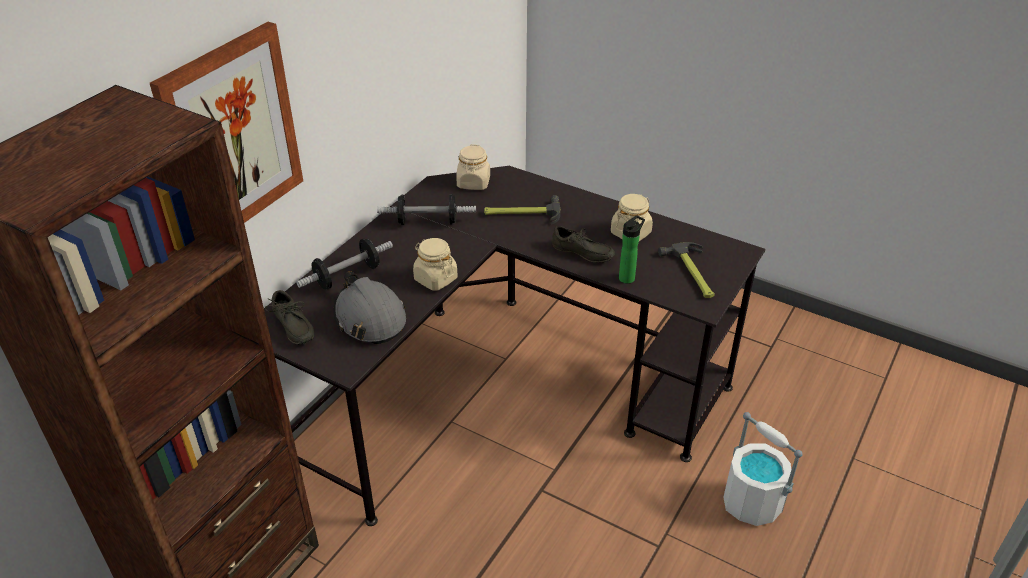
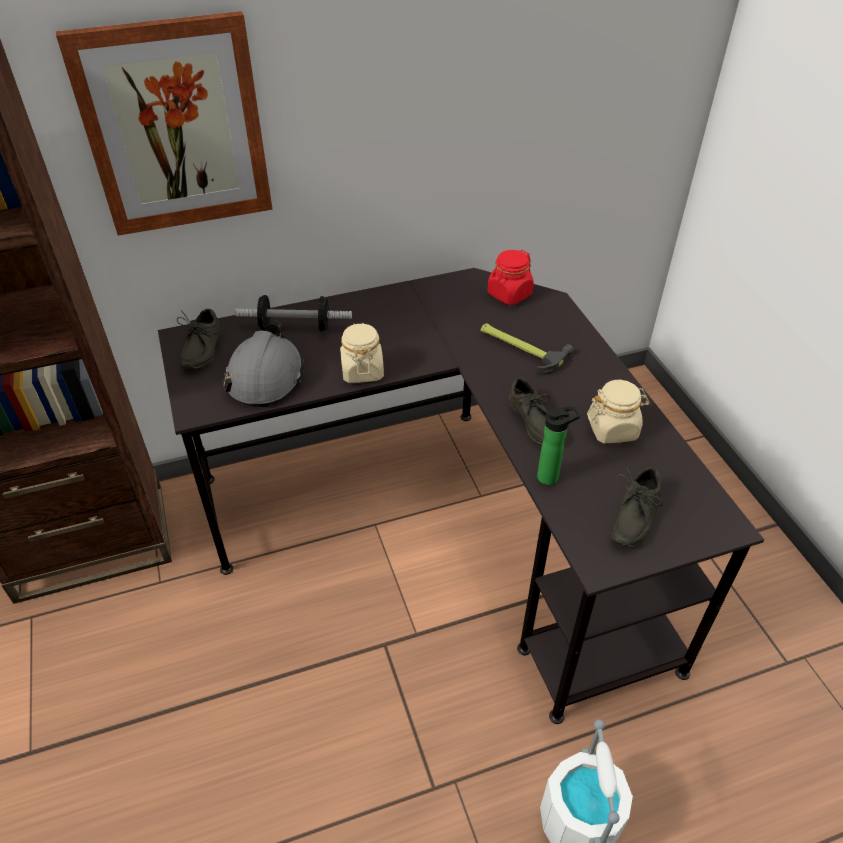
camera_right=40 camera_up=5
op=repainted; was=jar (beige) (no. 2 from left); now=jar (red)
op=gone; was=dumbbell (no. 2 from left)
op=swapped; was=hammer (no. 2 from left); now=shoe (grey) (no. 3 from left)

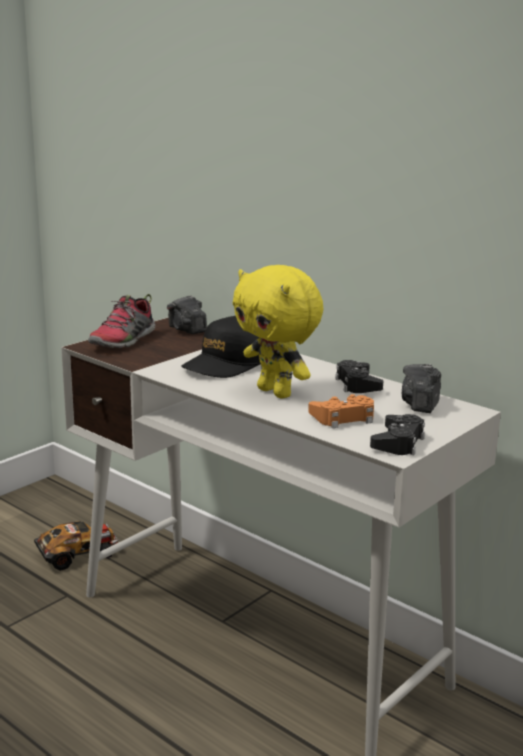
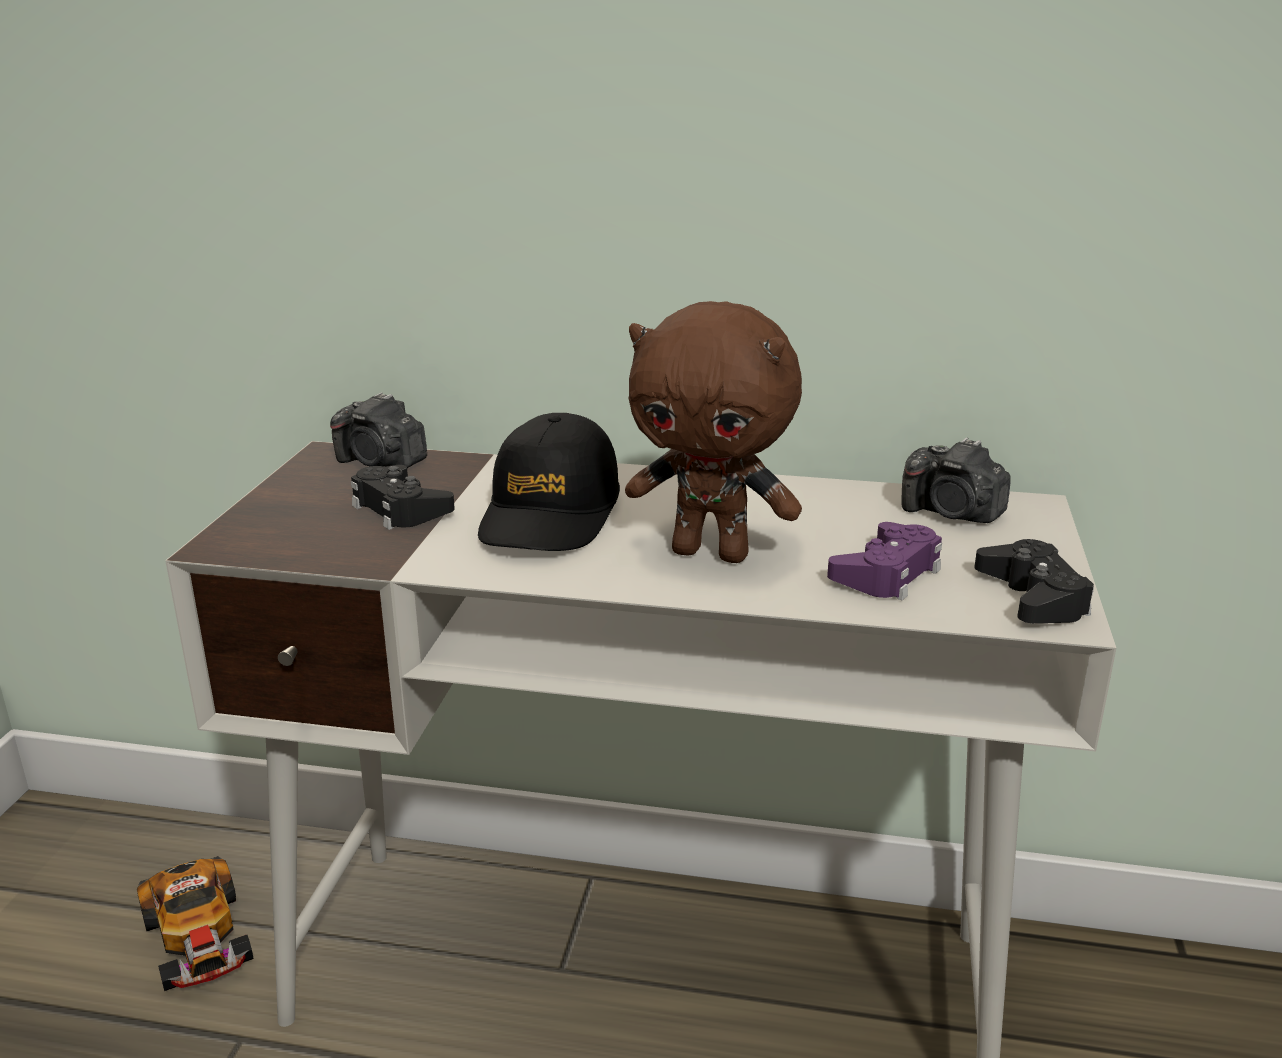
camera_right=-30 camera_up=5
op=repainted; was=plush toy (yellow); now=plush toy (brown)
op=gone; was=shoe
op=shifted; was=game controller (black) (no. 1 from left)
op=rotated; was=photo camera (no. 2 from left); clockwise=-45
op=repainted; was=game controller (orange); now=game controller (purple)
op=rotated; was=toy car; clockwise=120

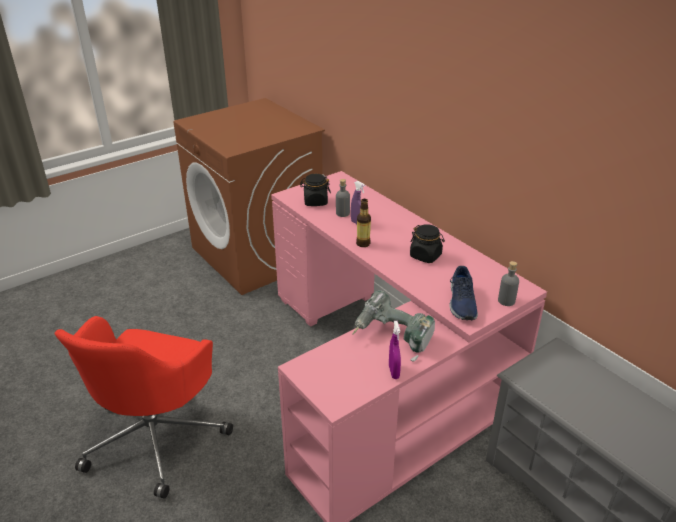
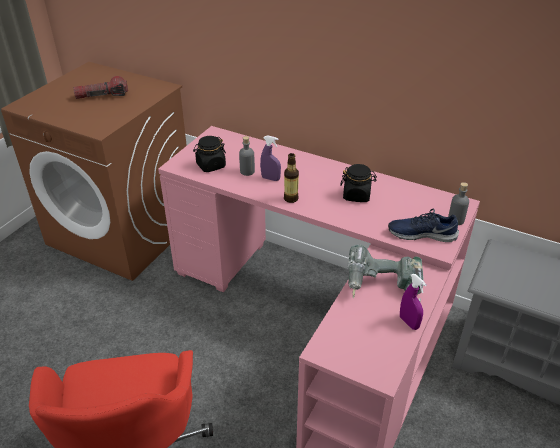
camera_right=-25 camera_up=5
op=rotated; was=shoe (blue); clockwise=120
op=new; now=flashlight

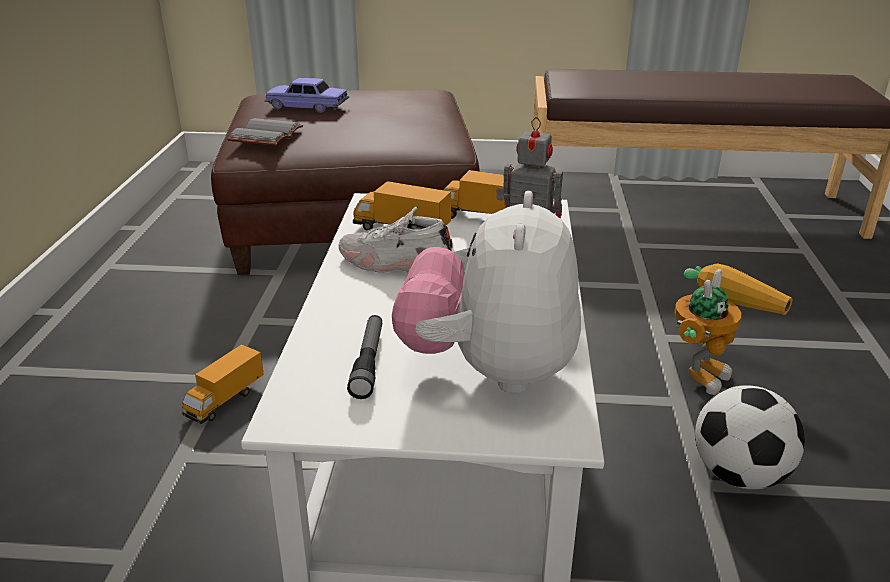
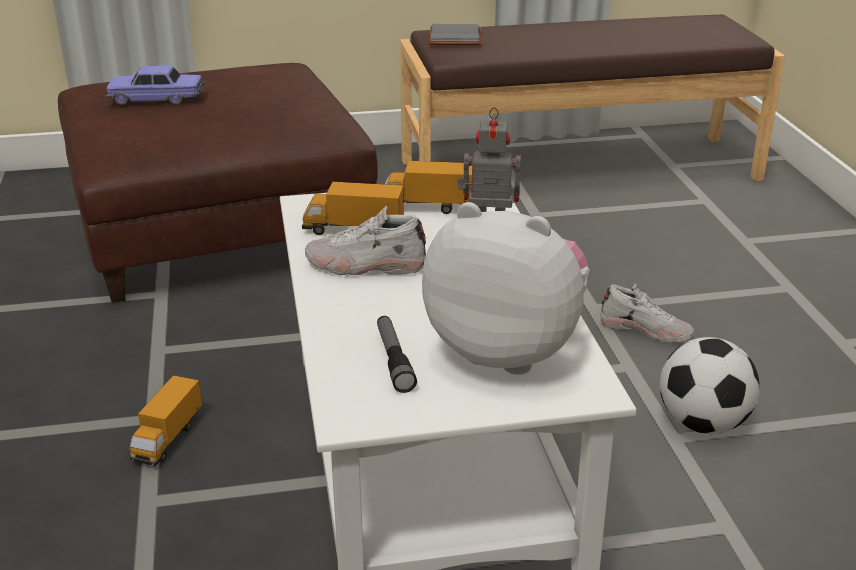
camera_right=-15 camera_up=0
op=shifted; was=book (grey)
op=rotated; was=plush toy; clockwise=120
op=swapped; was=toy robot (no. 2 from left); now=shoe (white) (no. 2 from left)

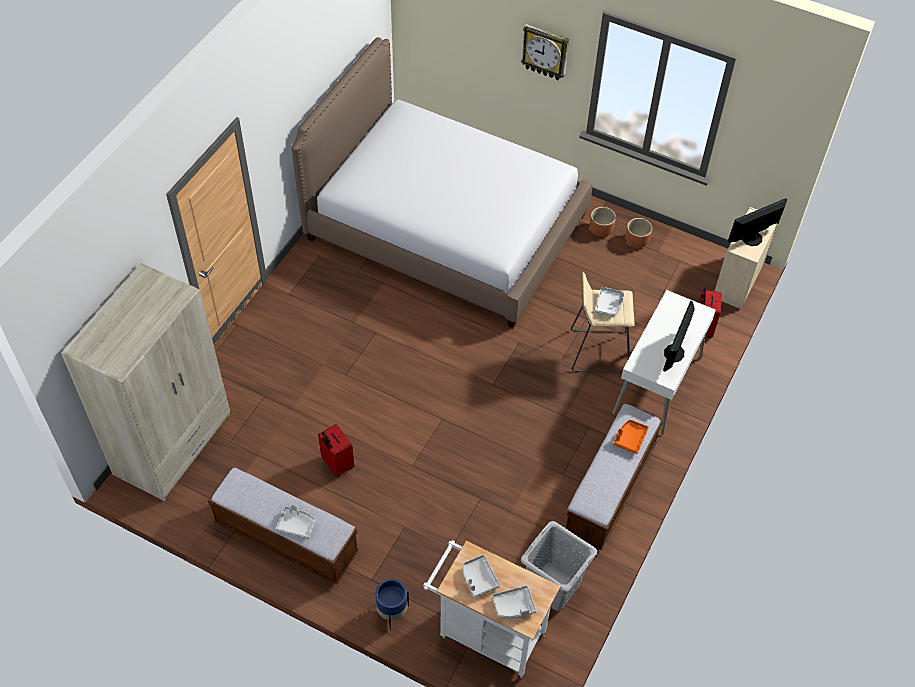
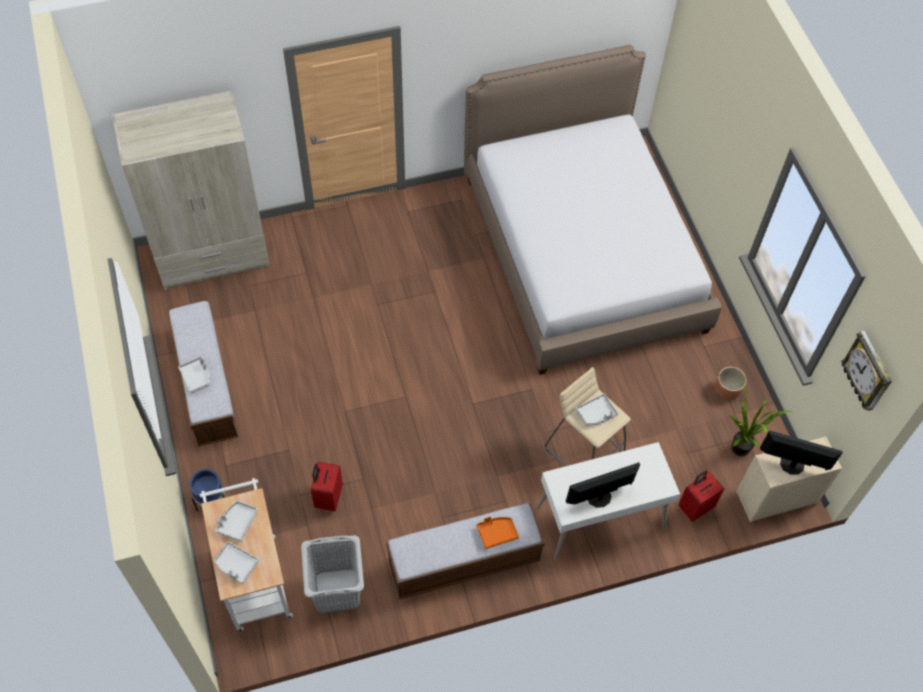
camera_right=45 camera_up=5
op=shifted; was=wall clock
op=gone; was=planter (brown) (no. 1 from left)
op=shifted; was=suitcase (red) (no. 1 from left)
op=new; now=potted plant

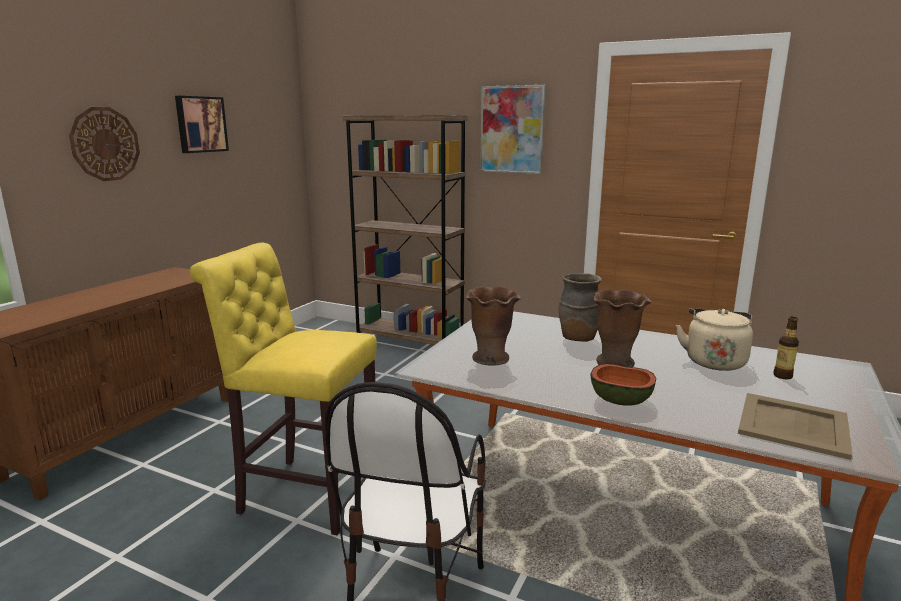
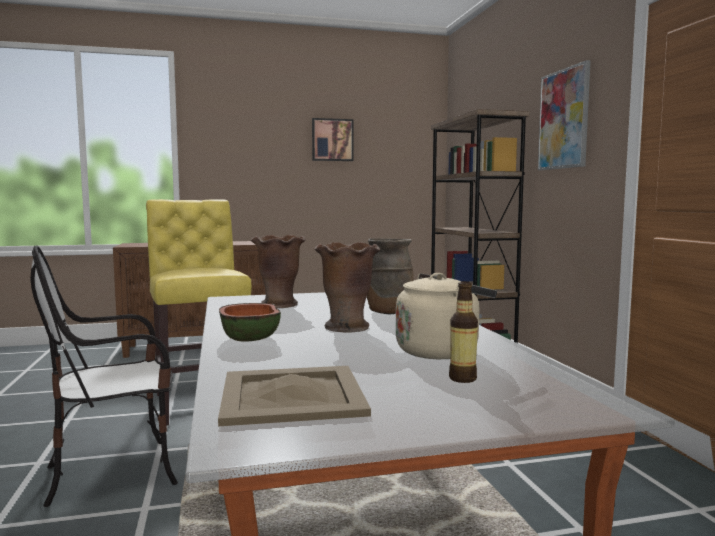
camera_right=50 camera_up=-10
op=gone; was=wall clock

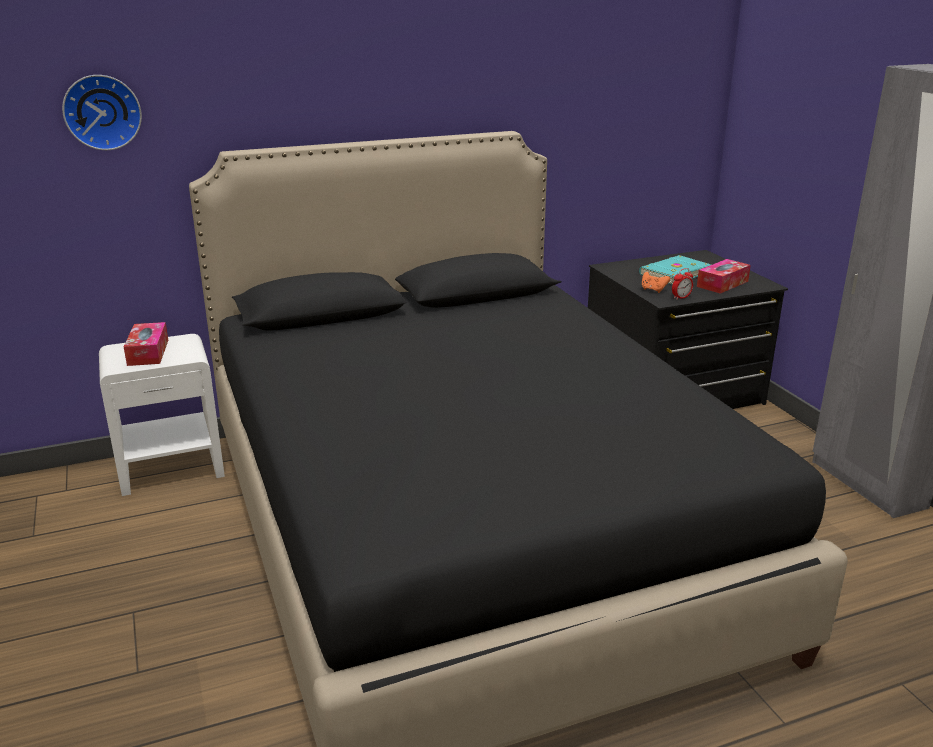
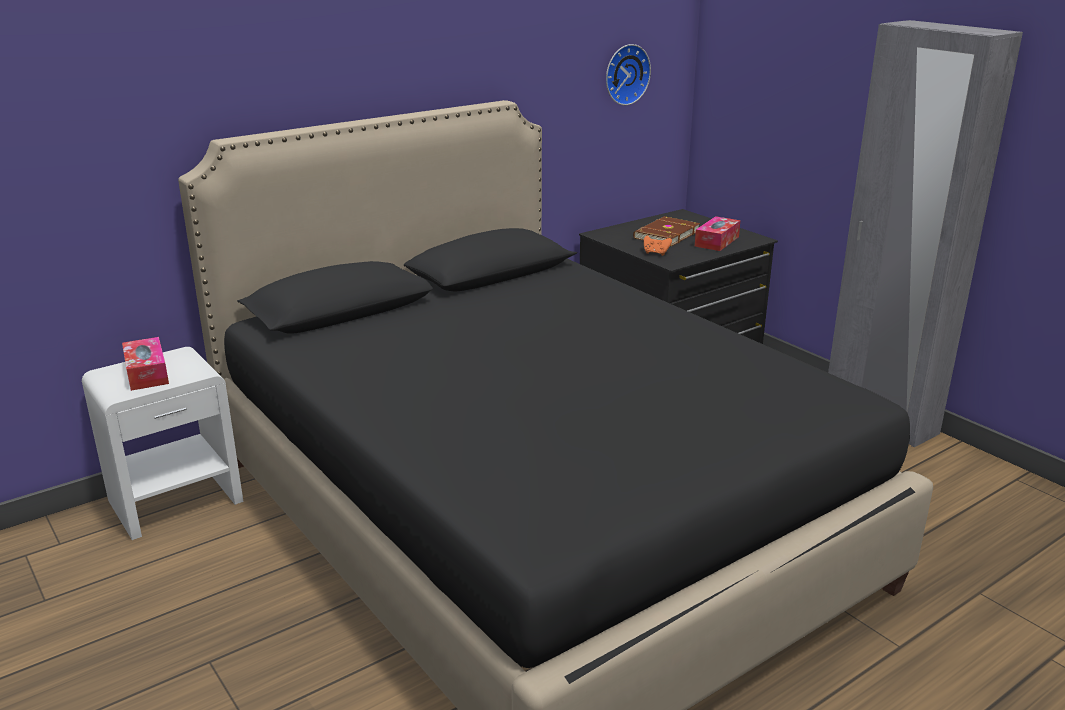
camera_right=-15 camera_up=0
op=shifted; was=wall clock
op=repainted; was=book (turquoise); now=book (brown)
op=gone; was=alarm clock

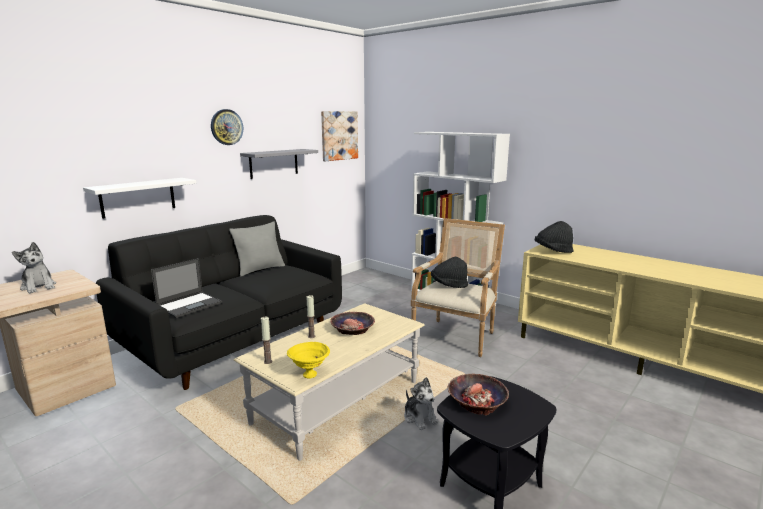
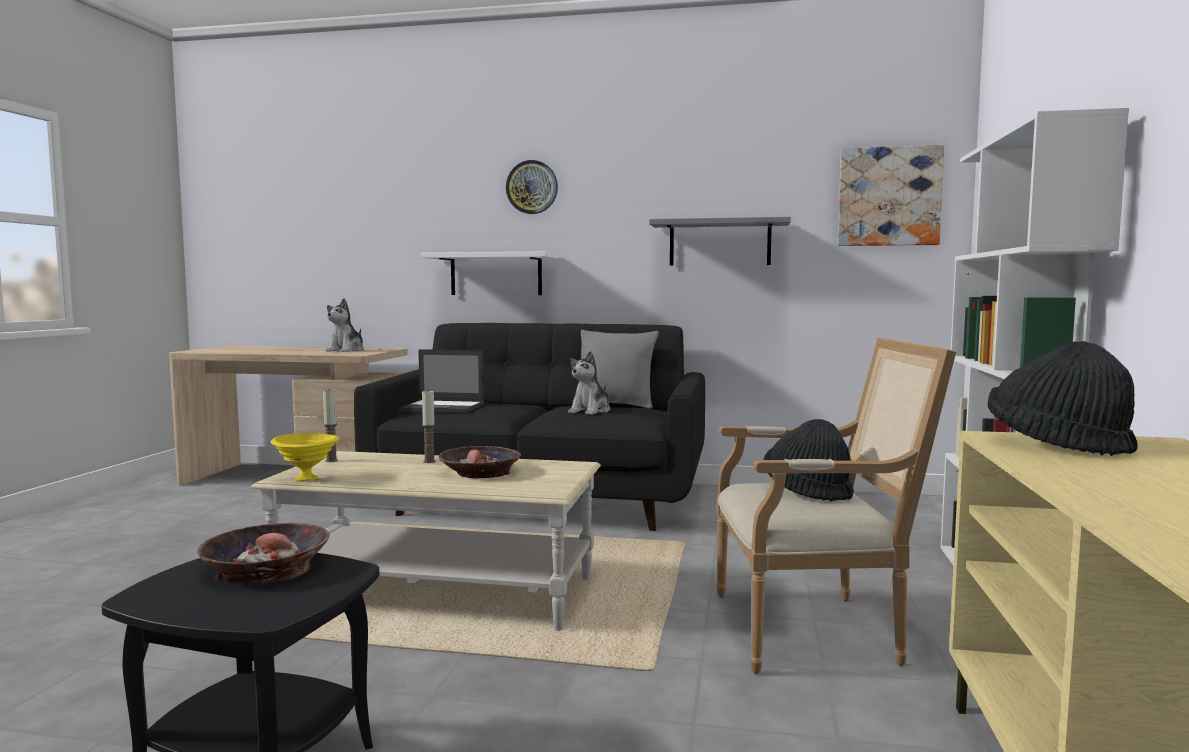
camera_right=60 camera_up=-10
op=shifted; was=wall clock
op=shifted; was=plush toy (no. 2 from left)

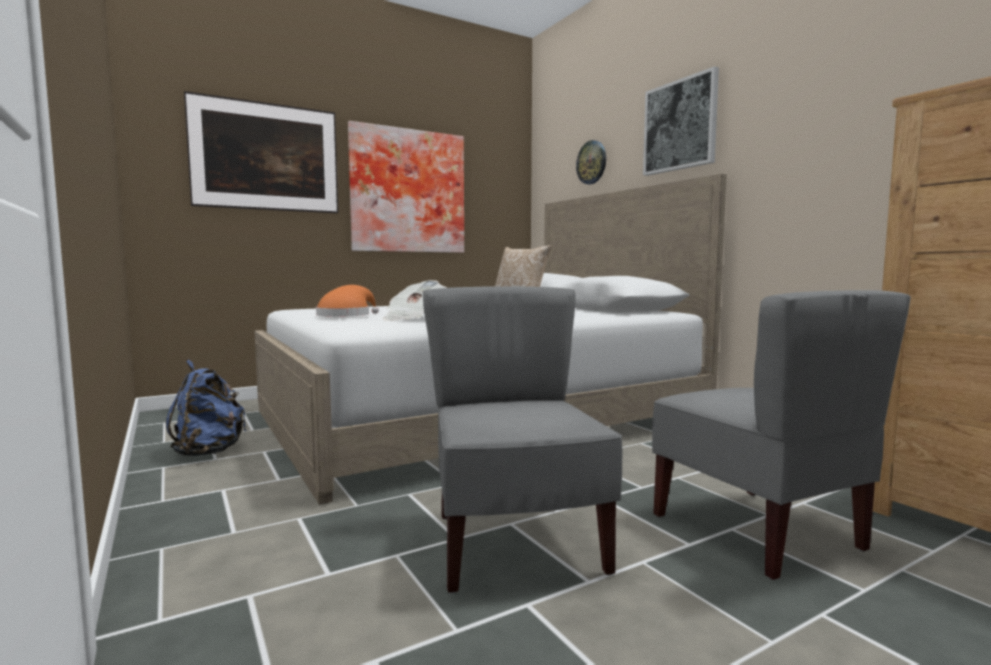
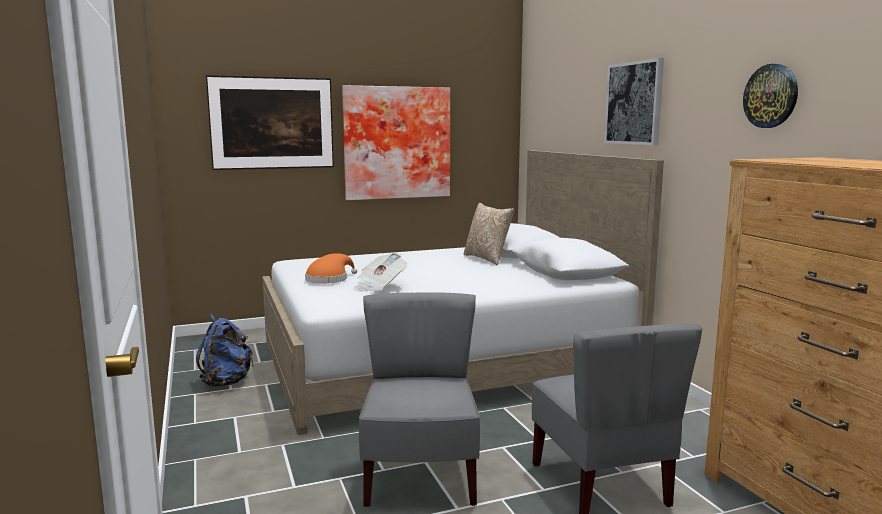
camera_right=10 camera_up=5
op=shifted; was=wall clock

